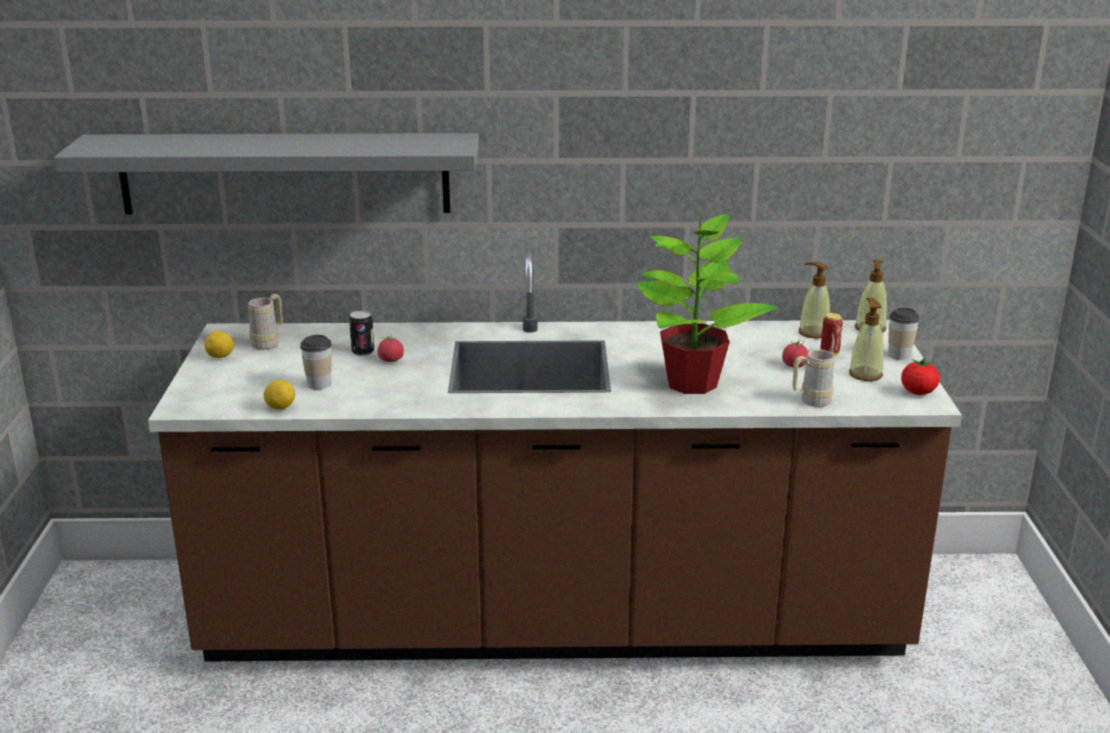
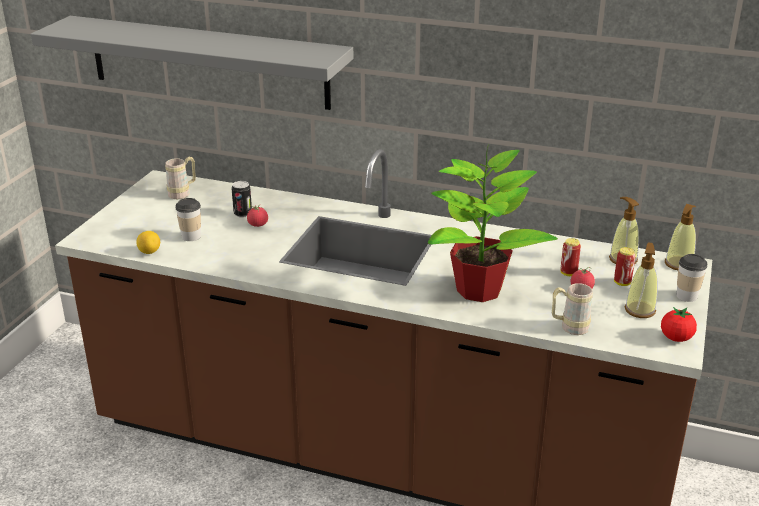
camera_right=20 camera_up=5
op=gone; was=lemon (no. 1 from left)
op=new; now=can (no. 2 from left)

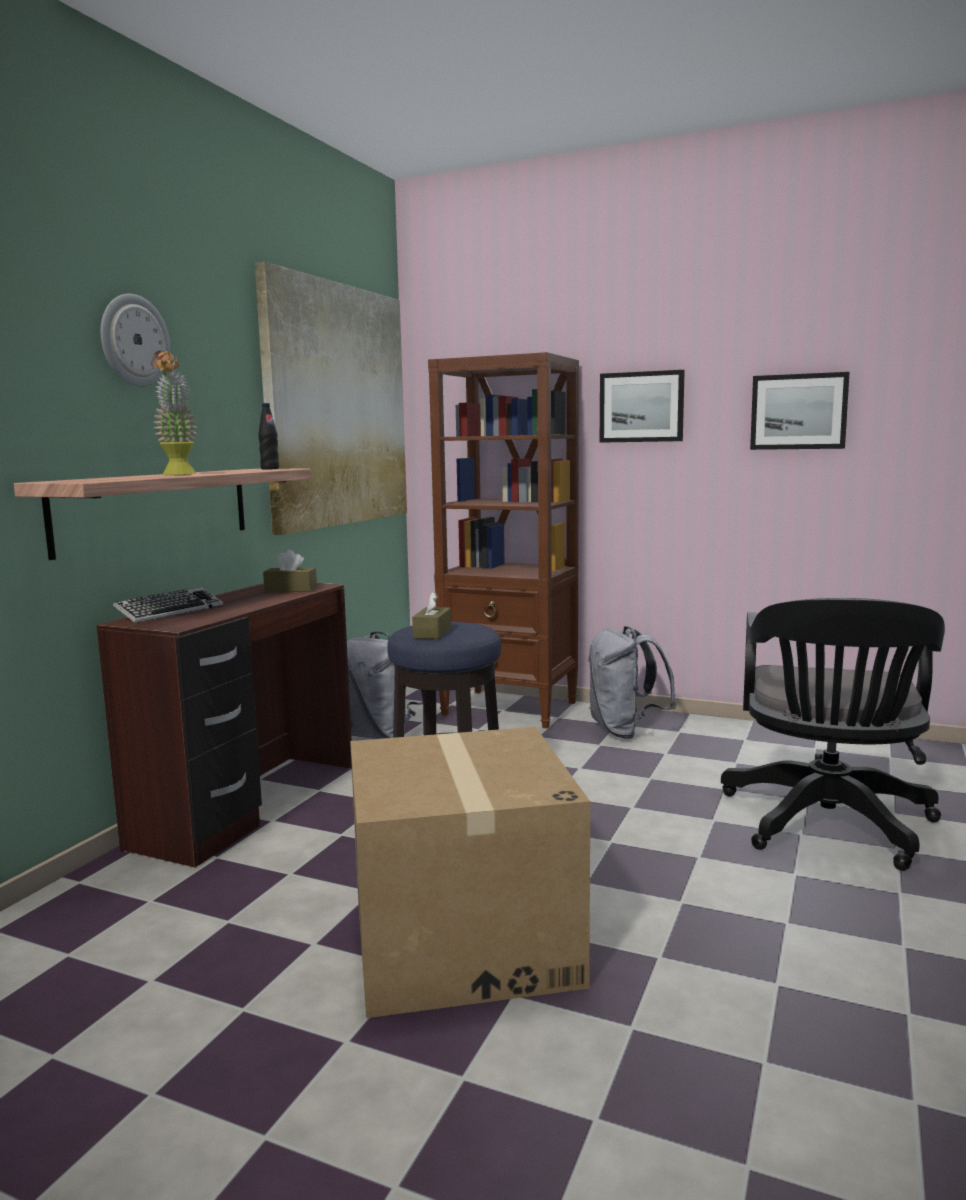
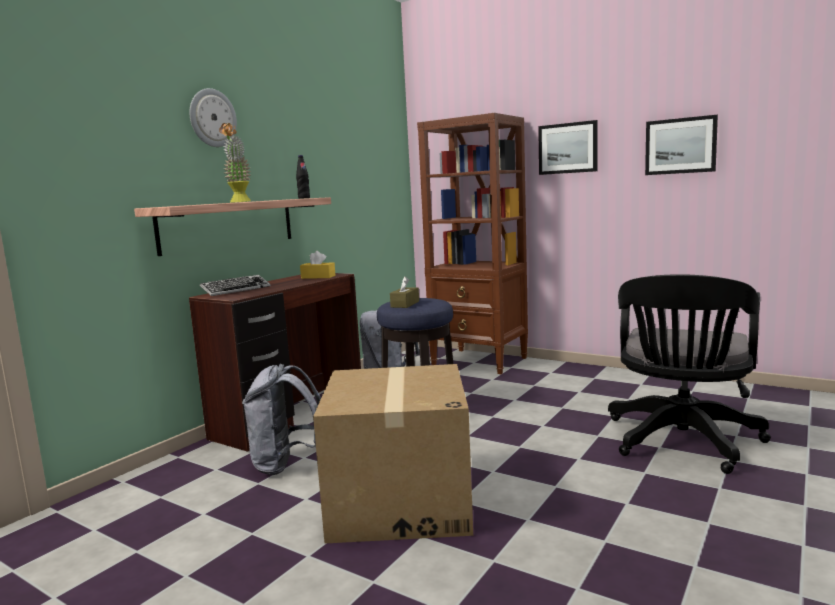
camera_right=10 camera_up=0
op=gone; was=picture (no. 1 from left)
op=repainted; was=tissue box (brown) (no. 1 from left); now=tissue box (yellow)
op=shifted; was=backpack (grey) (no. 2 from left in the first image); now=backpack (grey) (no. 1 from left)

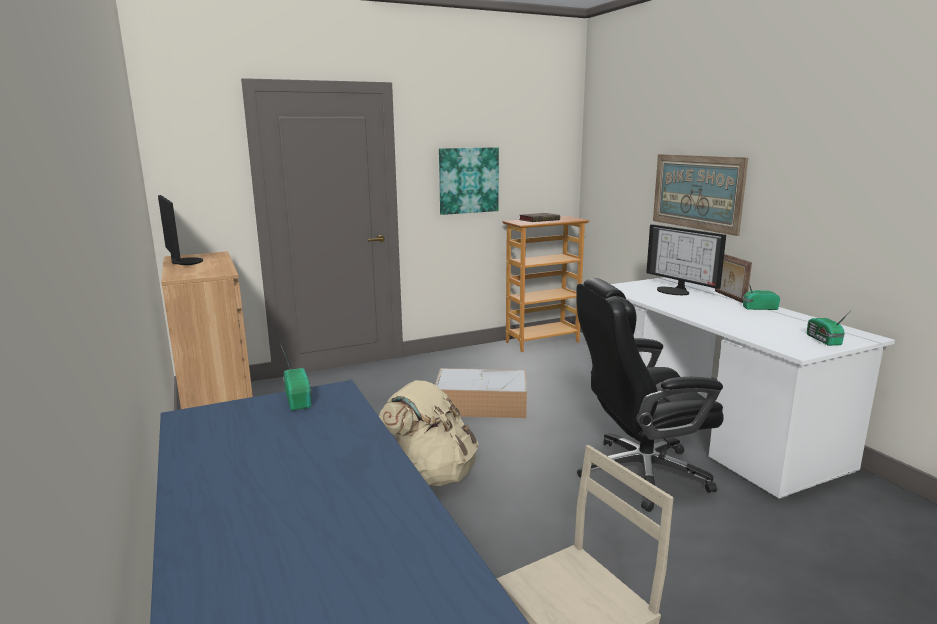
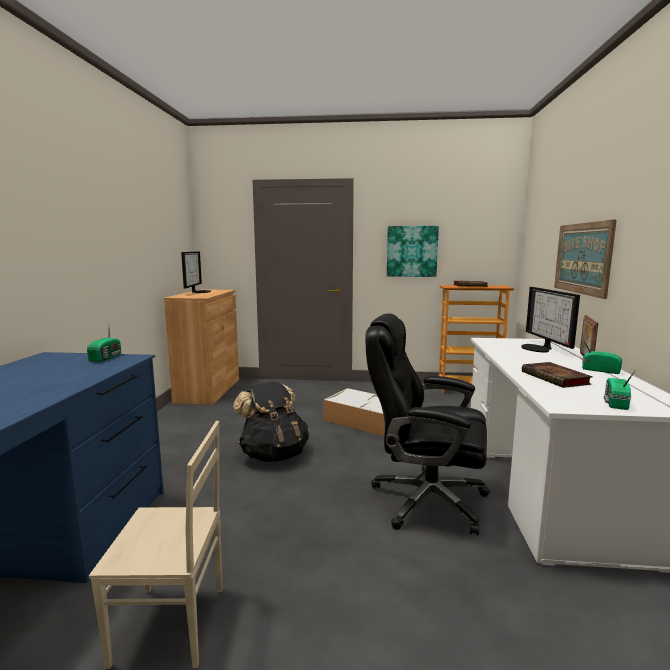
camera_right=30 camera_up=-5
op=repainted; was=backpack (beige); now=backpack (black)
op=new; now=book (no. 2 from left)

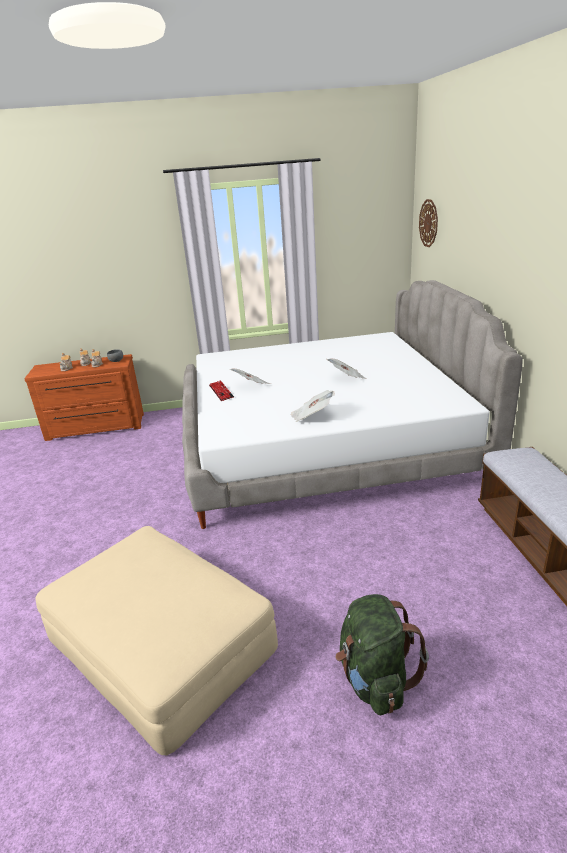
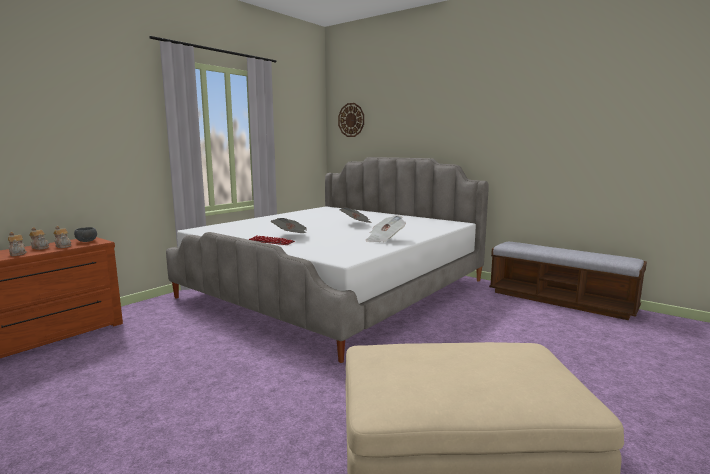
camera_right=-45 camera_up=-15
op=gone; was=backpack (green)

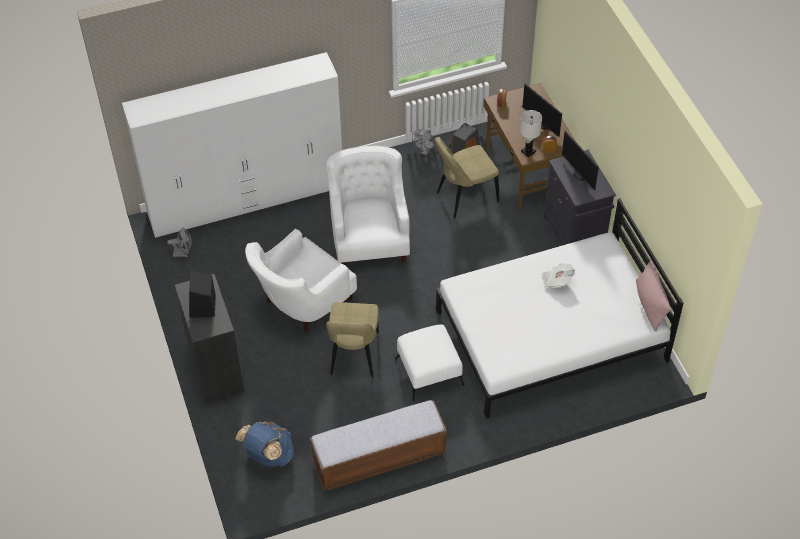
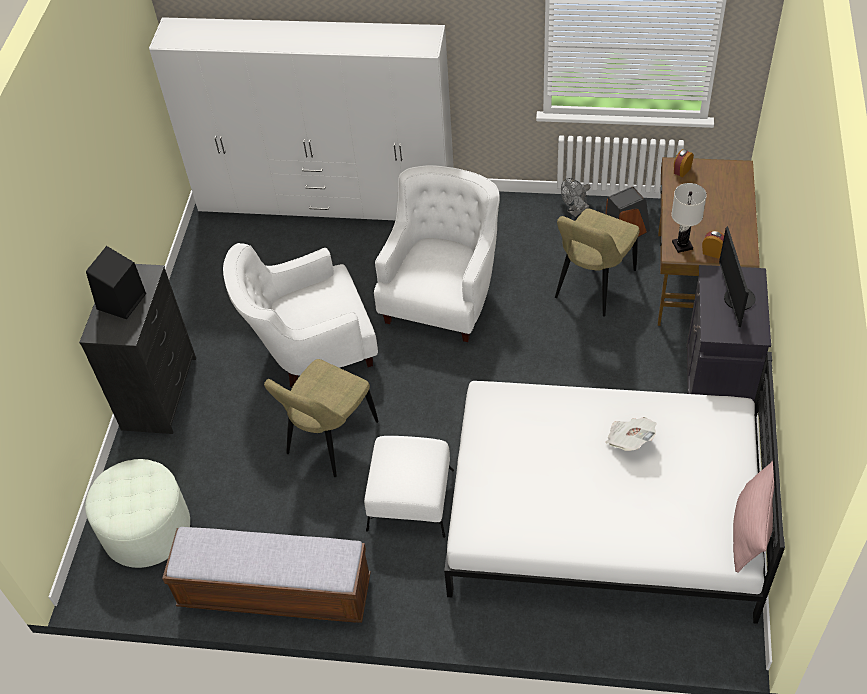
camera_right=30 camera_up=0
op=gone; was=monitor (no. 1 from left)
op=rotated; was=chair (beige) (no. 2 from left); clockwise=-60
op=gone; was=fan (grey) (no. 1 from left)
op=swapped; was=backpack (blue); now=ottoman (white) (no. 1 from left)

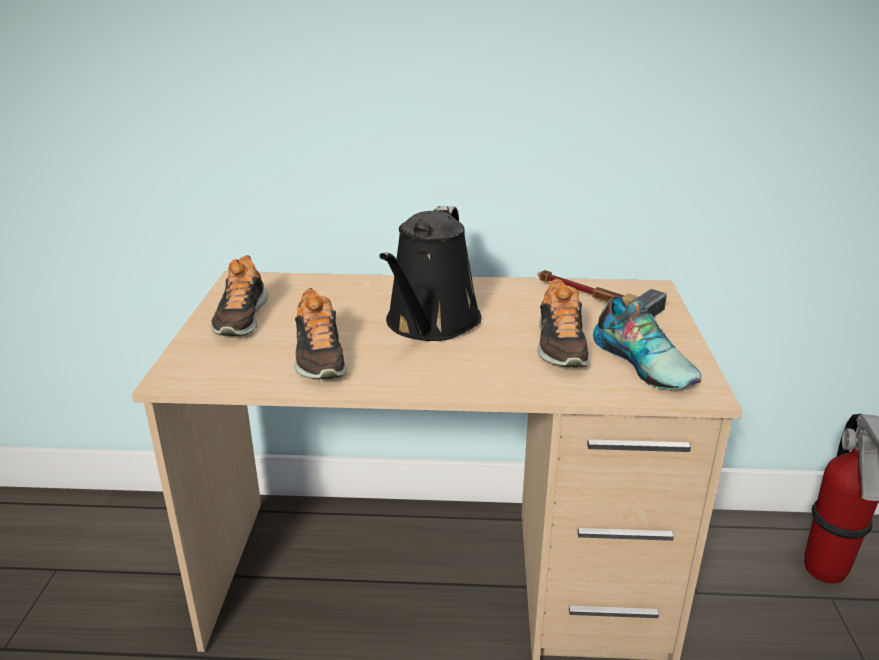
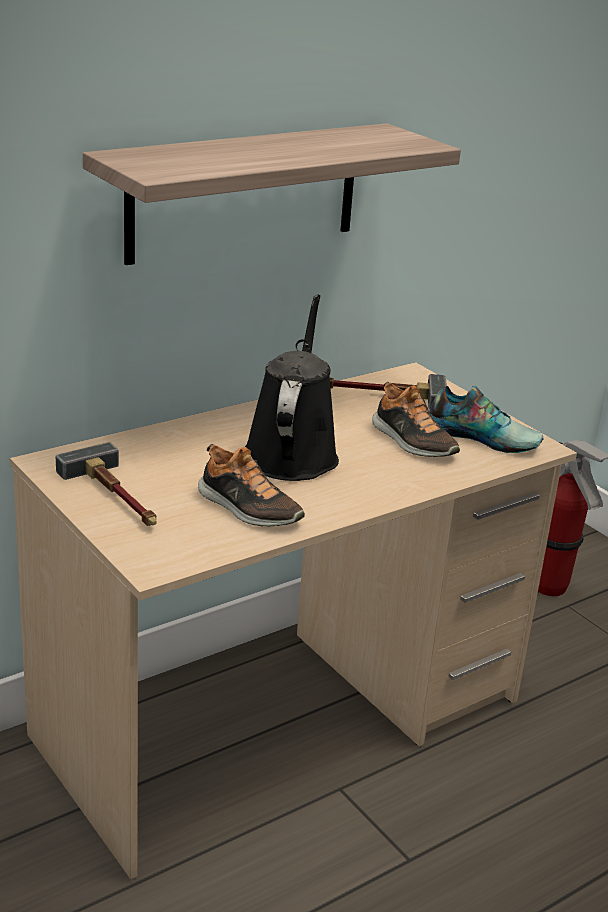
camera_right=-40 camera_up=0
op=rotated; was=watering can (black); clockwise=-150
op=swapped; was=shoe (no. 1 from left); now=hammer (no. 1 from left)
op=new; now=shelf

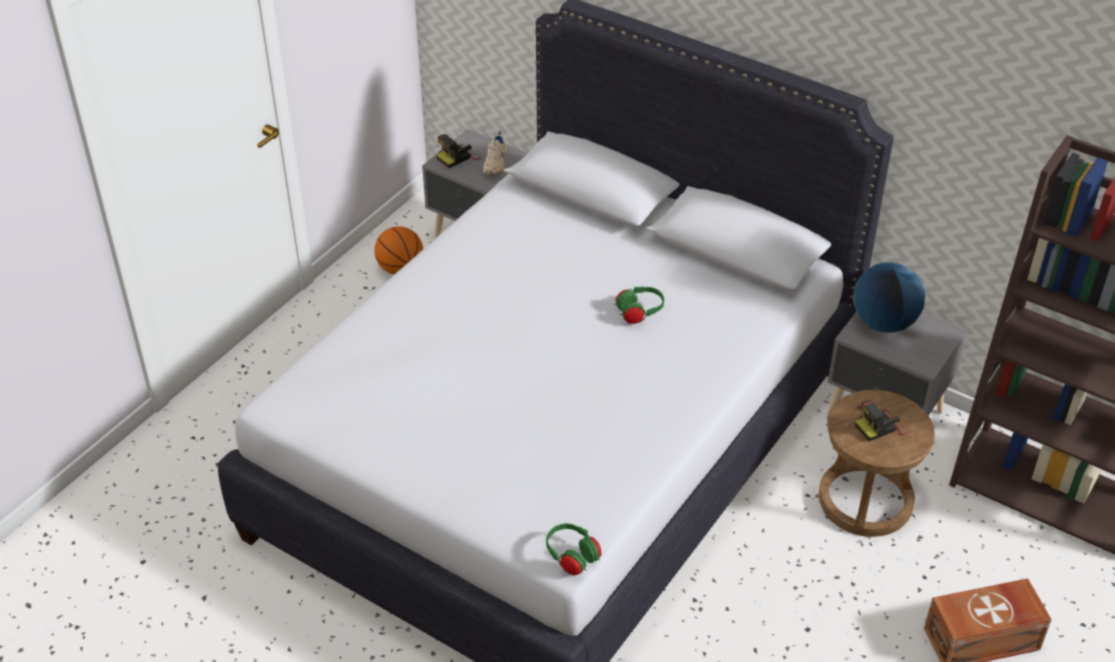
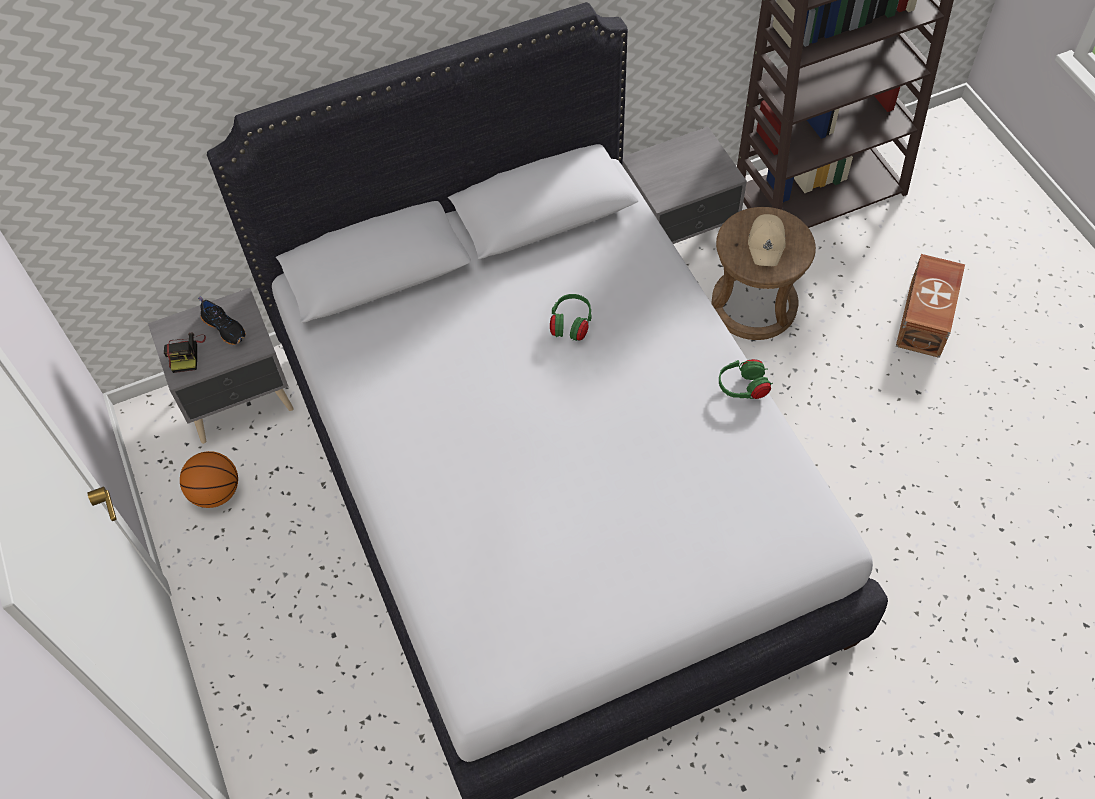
camera_right=-55 camera_up=15
op=repainted; was=shoe (beige); now=shoe (black)
op=gone; was=globe
op=swapped; was=photo camera (no. 2 from left); now=cap (beige)
op=shifted; was=headphones (green) (no. 1 from left in the first image); now=headphones (green) (no. 2 from left)

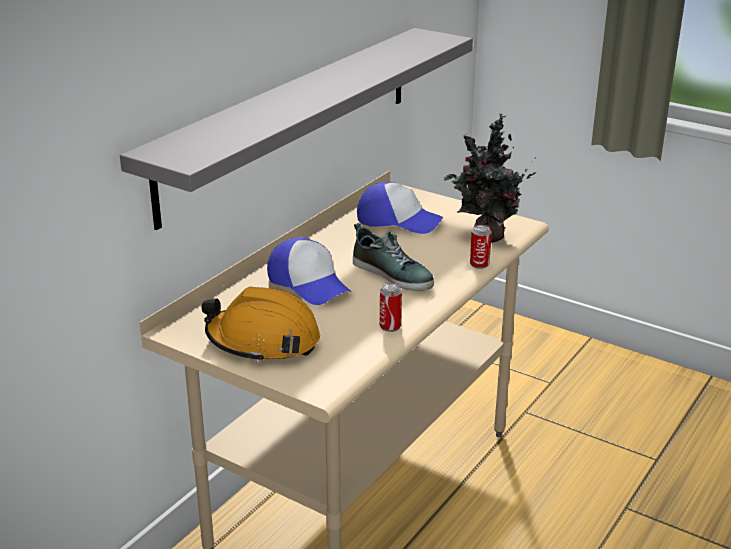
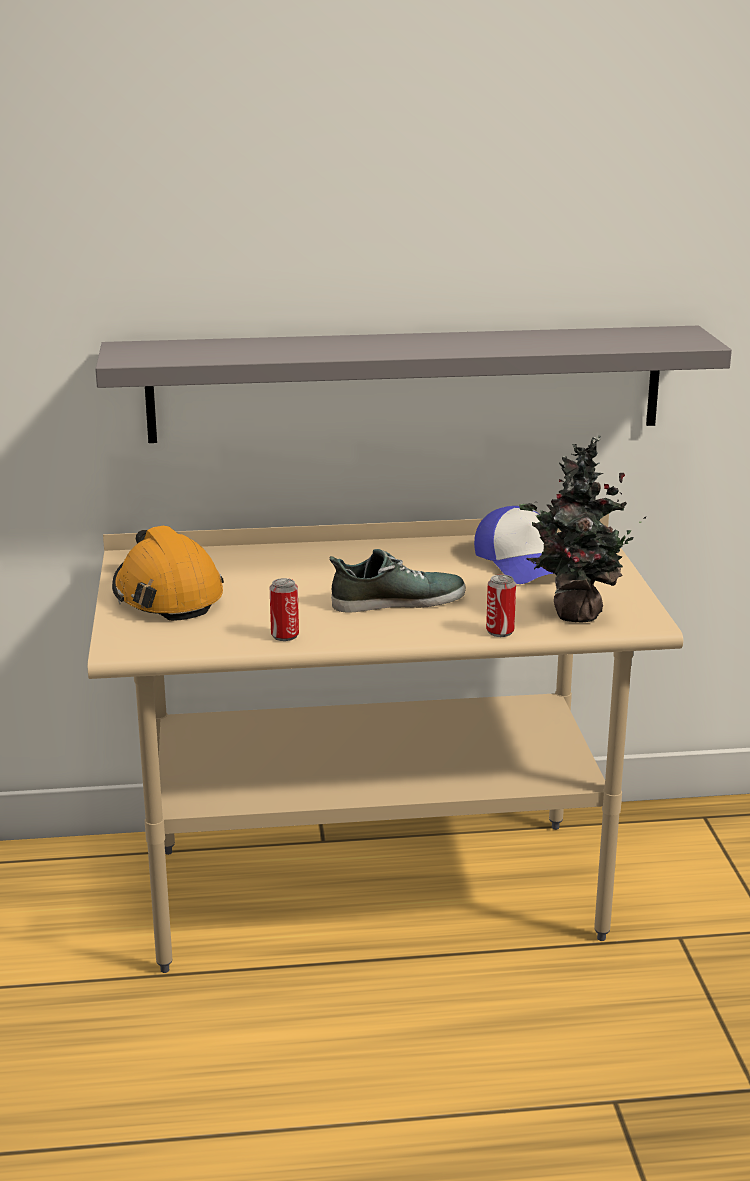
camera_right=50 camera_up=-5
op=rotated; was=shoe; clockwise=-105
op=gone; was=cap (no. 1 from left)

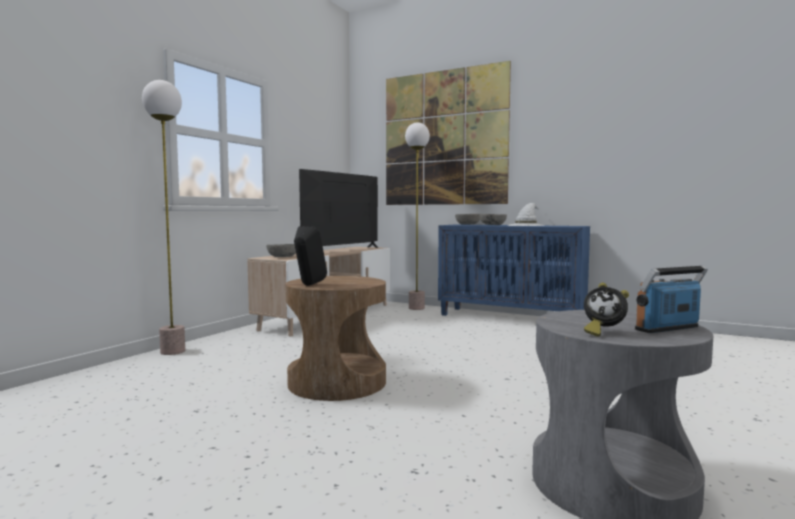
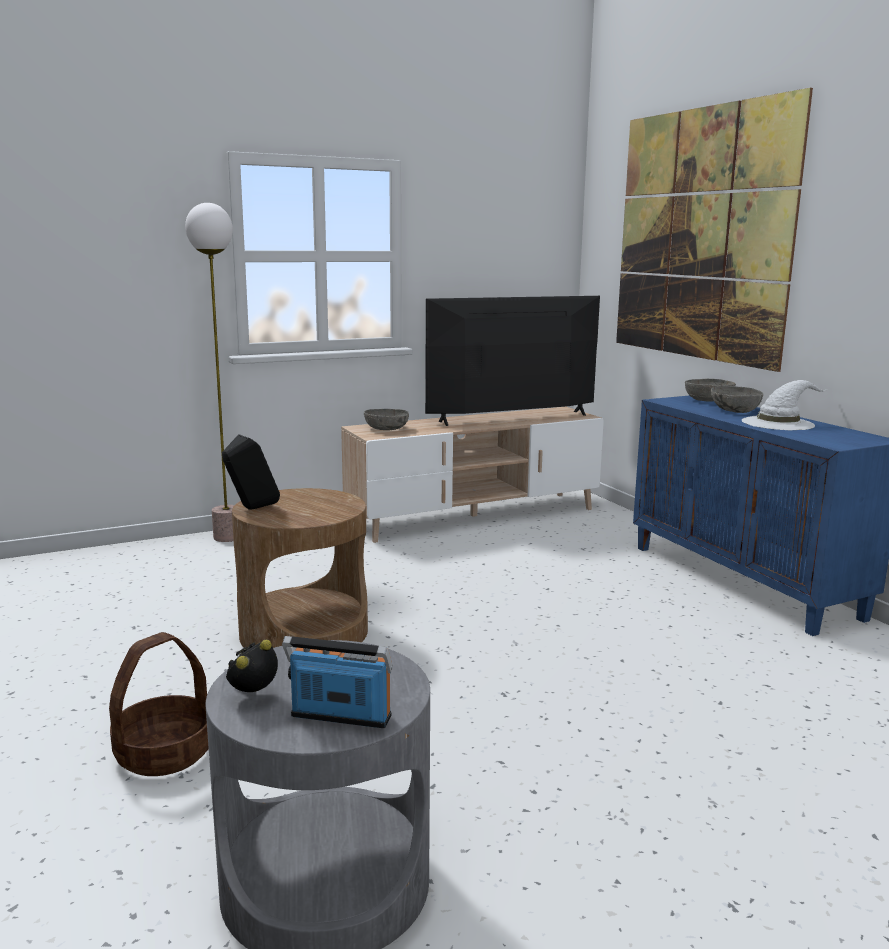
camera_right=35 camera_up=10
op=gone; was=floor lamp (no. 2 from left)
op=rotated; was=alarm clock; clockwise=60
op=new; now=basket

